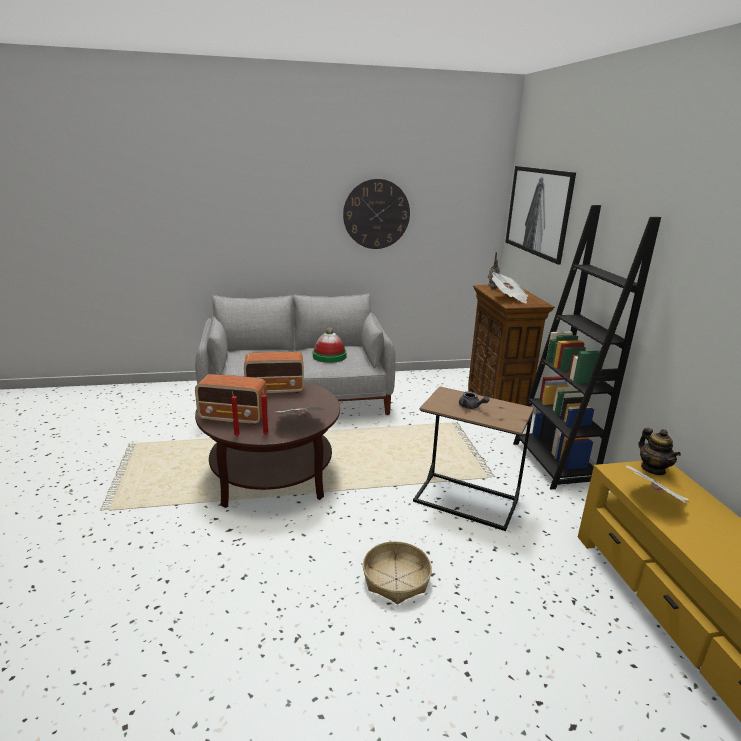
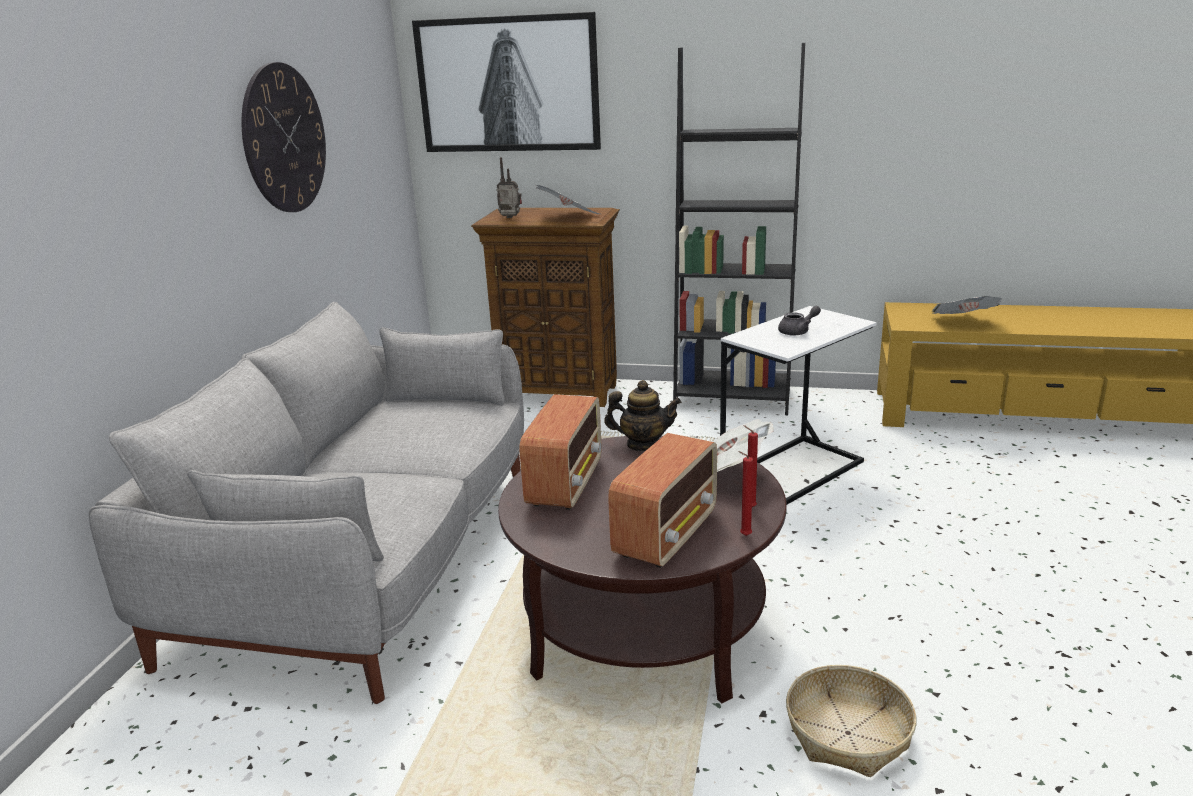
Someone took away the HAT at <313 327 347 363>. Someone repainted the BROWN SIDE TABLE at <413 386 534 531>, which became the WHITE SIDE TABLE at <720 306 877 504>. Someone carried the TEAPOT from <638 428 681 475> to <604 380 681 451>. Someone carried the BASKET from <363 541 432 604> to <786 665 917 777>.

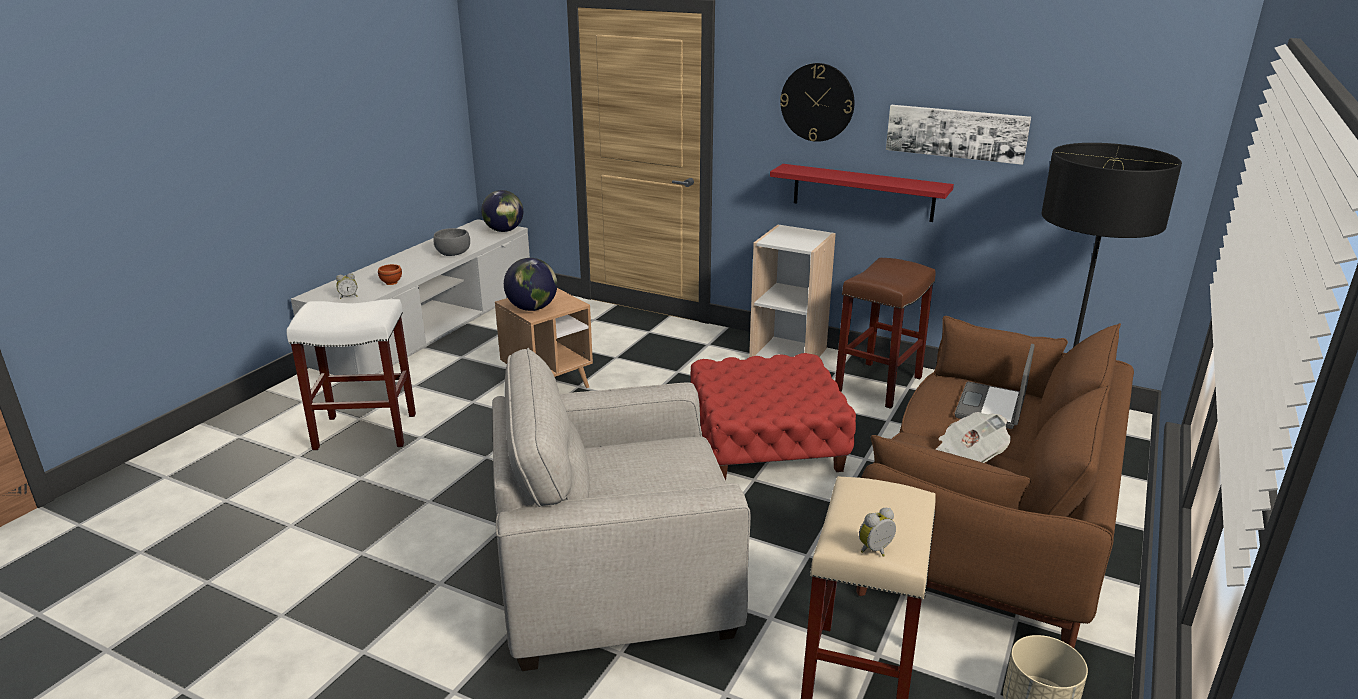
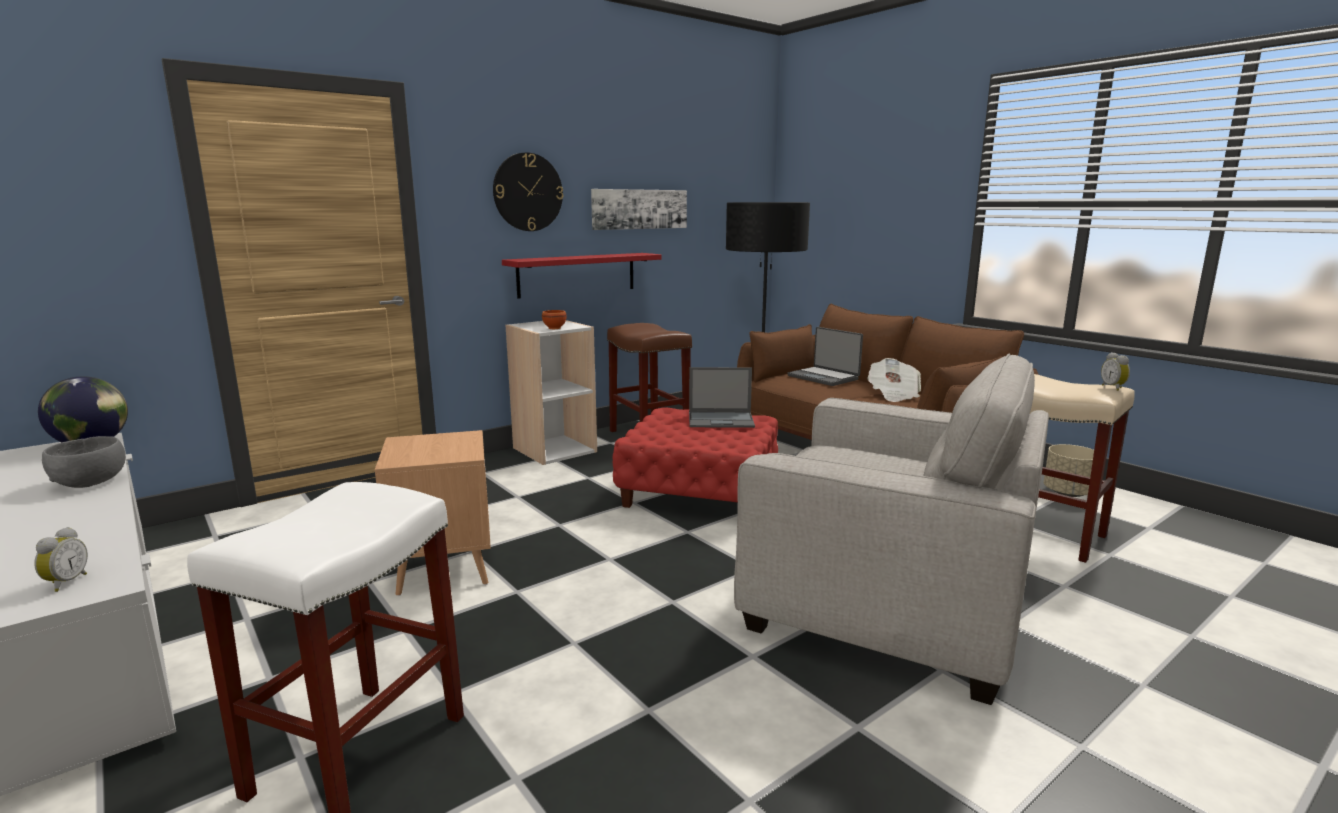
Someone took away the GLOBE at <504 258 557 311>. Someone carried the BROWN BOWL from <378 264 402 285> to <542 310 567 329>. Someone rotated the GREY ARMCHAIR at <492 348 751 671> by 75 degrees counterclockwise. Someone put down the LAPTOP at <689 367 755 428>.

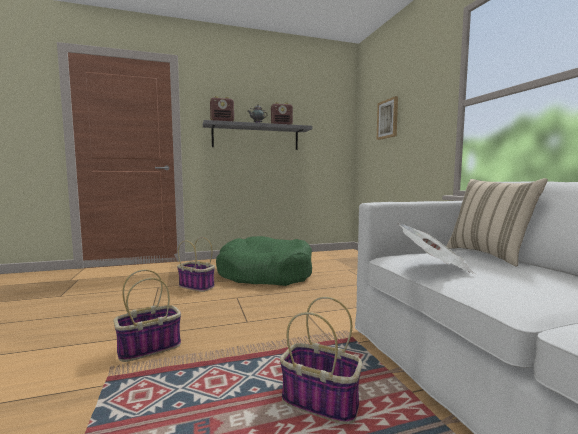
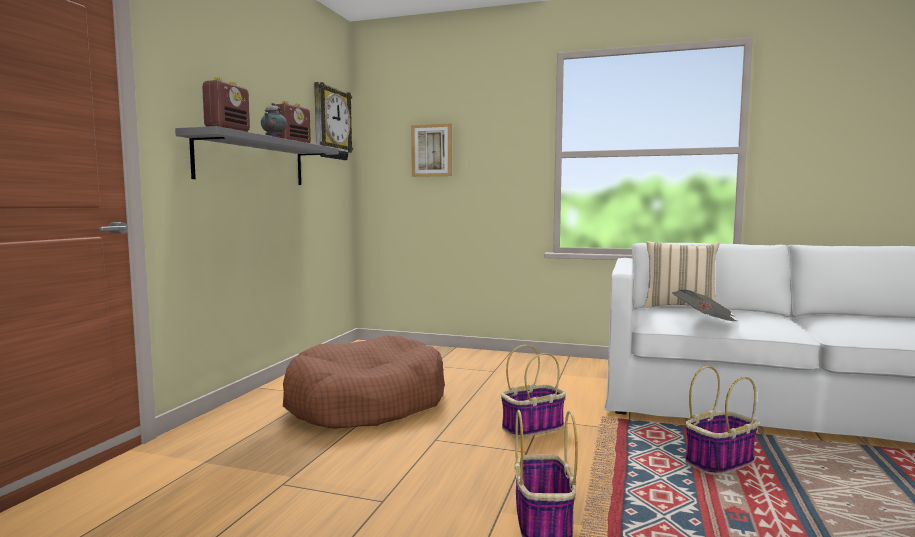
Someone repainted the GREEN DOG BED at <216 236 312 286>, which became the BROWN DOG BED at <283 335 445 429>. Someone carried the BASKET from <177 237 215 292> to <501 345 566 438>. Someone put up the WALL CLOCK at <314 82 353 160>.

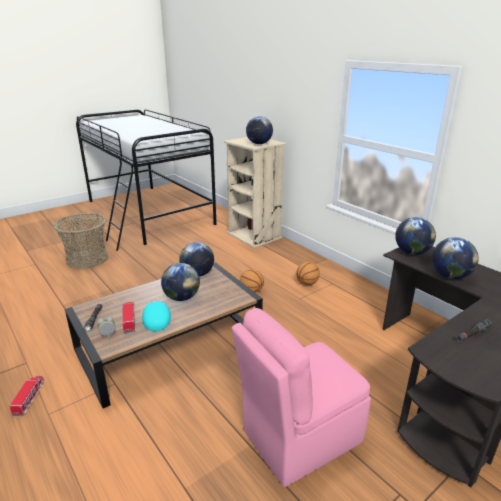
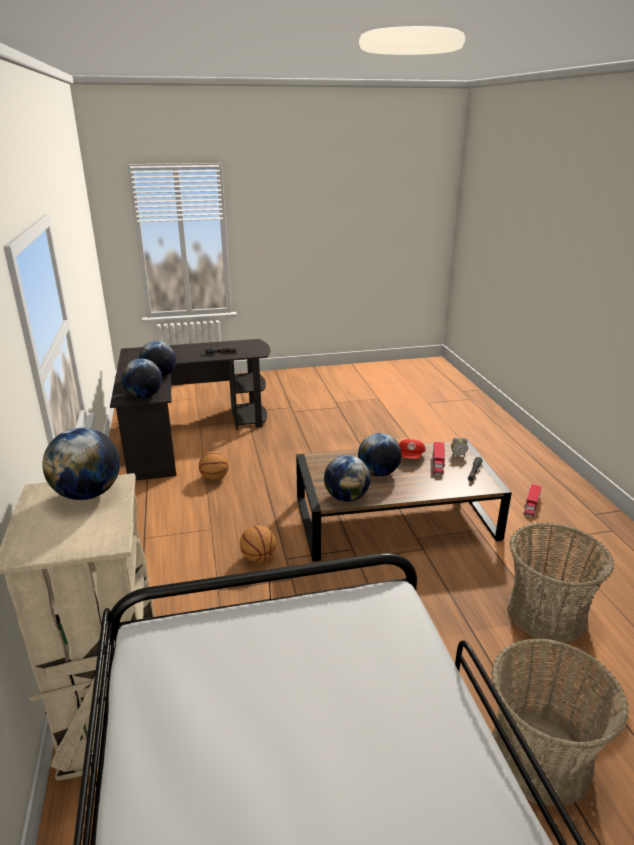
Someone carried the BASKETBALL from <296 262 320 285> to <199 451 229 481>. Someone repainted the TURQUOISE CAP at <142 300 171 331>, which became the RED CAP at <399 439 426 459>. Someone took away the PINK CHAIR at <232 308 371 487>. Someone put down the BASKET at <507 522 614 643>.

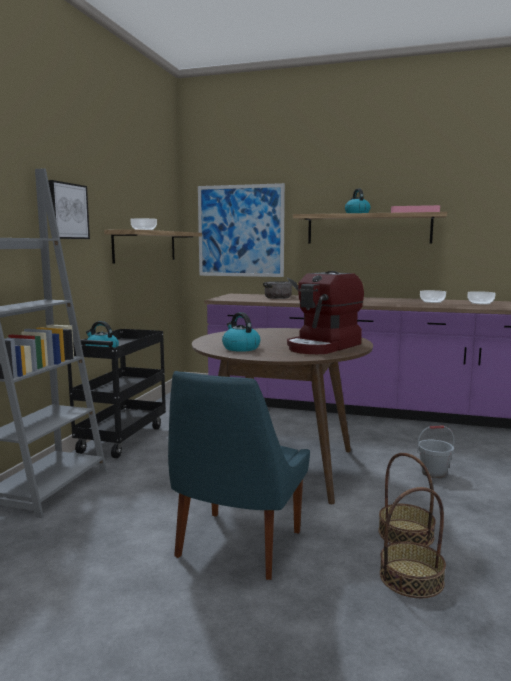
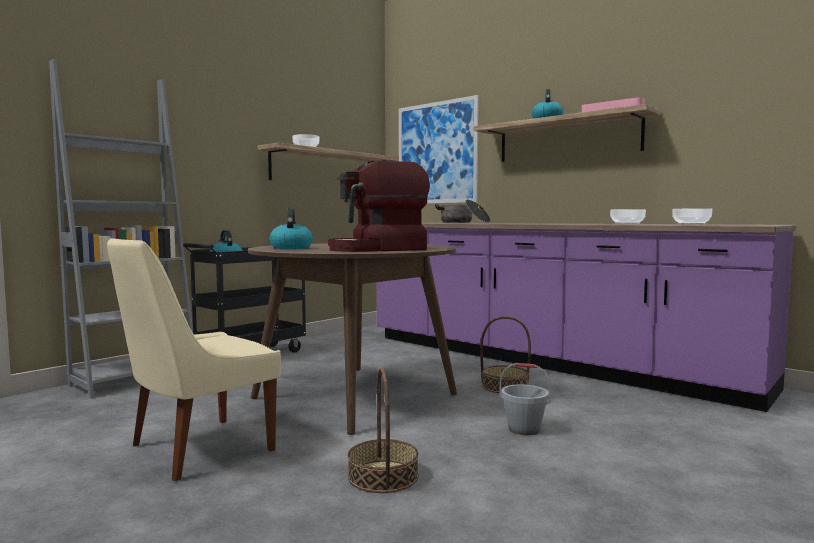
Someone took away the PICTURE at <48 180 90 239>. Someone repainted the BLUE CHAIR at <168 371 310 580>, which became the BEIGE CHAIR at <107 238 281 481>. Someone carried the BASKET from <380 487 446 598> to <480 316 531 393>.

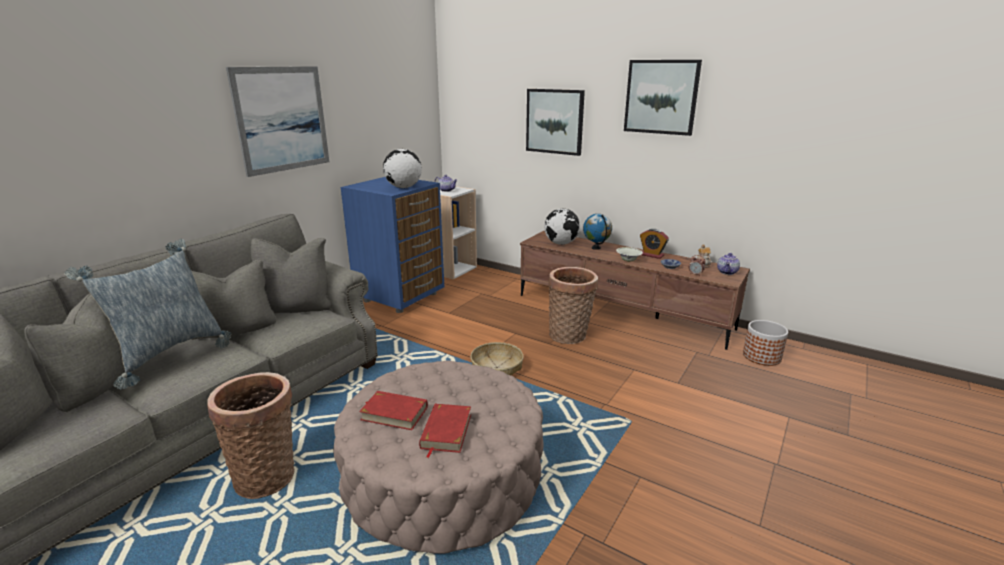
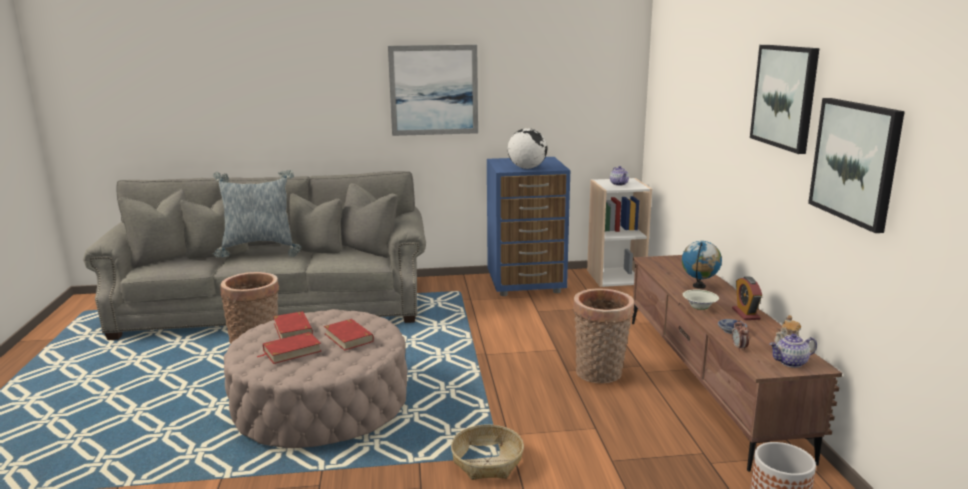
Someone carried the PICTURE from <526 89 585 156> to <808 98 905 233>. Someone took away the GLOBE at <544 209 580 245>. Someone carried the BASKET from <470 342 523 376> to <451 424 524 480>. Someone put down the RED BOOK at <324 319 374 351>.

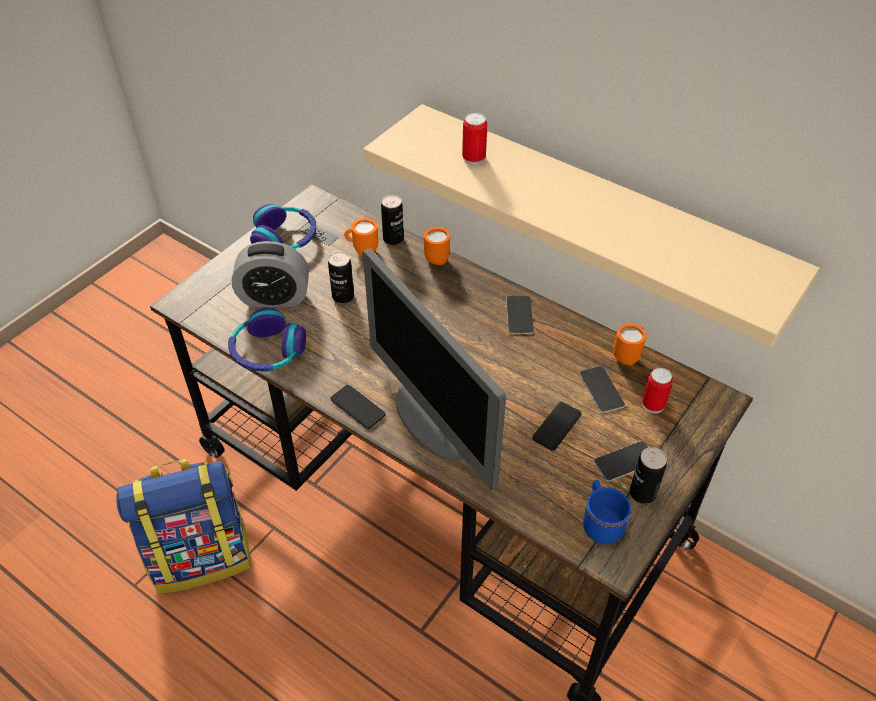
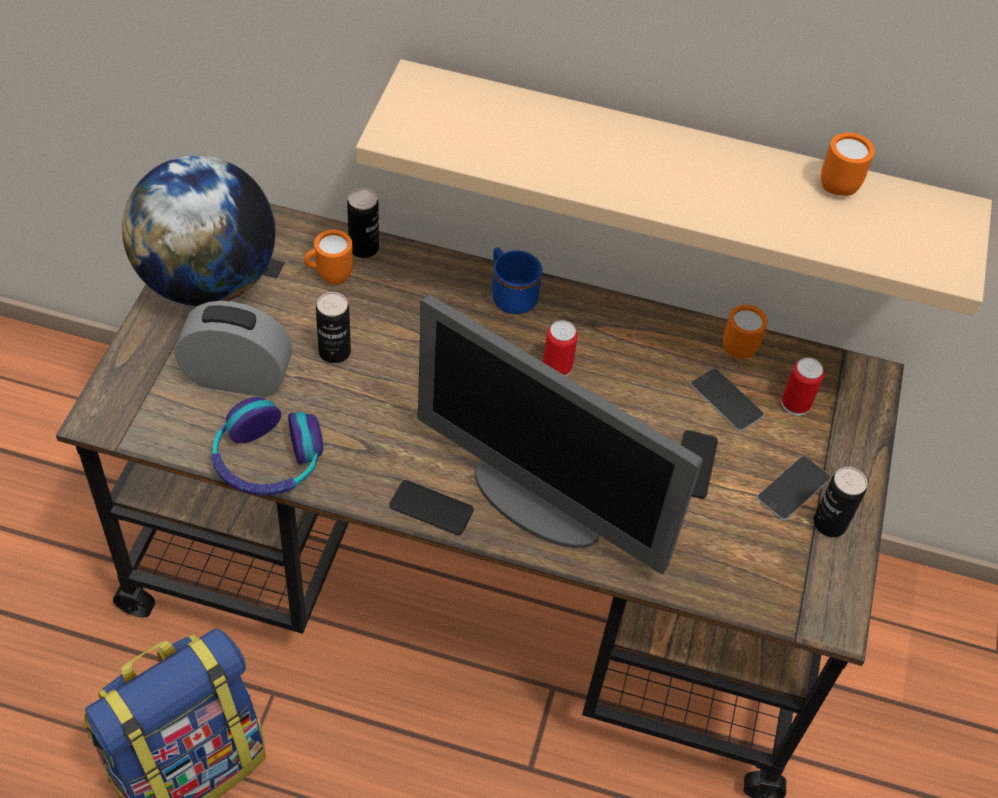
Someone carried the CAN from <462 113 487 165> to <543 320 578 376>. Someone swapped the HEADPHONES at <250 204 316 249> for the GLOBE at <122 155 275 306>. Someone carried the ORANGE MUG from <424 227 450 265> to <821 132 875 196>. Someone rotated the ALARM CLOCK at <232 241 309 307> by 150 degrees counterclockwise. Someone took away the PHONE at <506 296 534 334>. Someone carried the BLUE MUG from <583 480 631 544> to <492 247 542 314>.

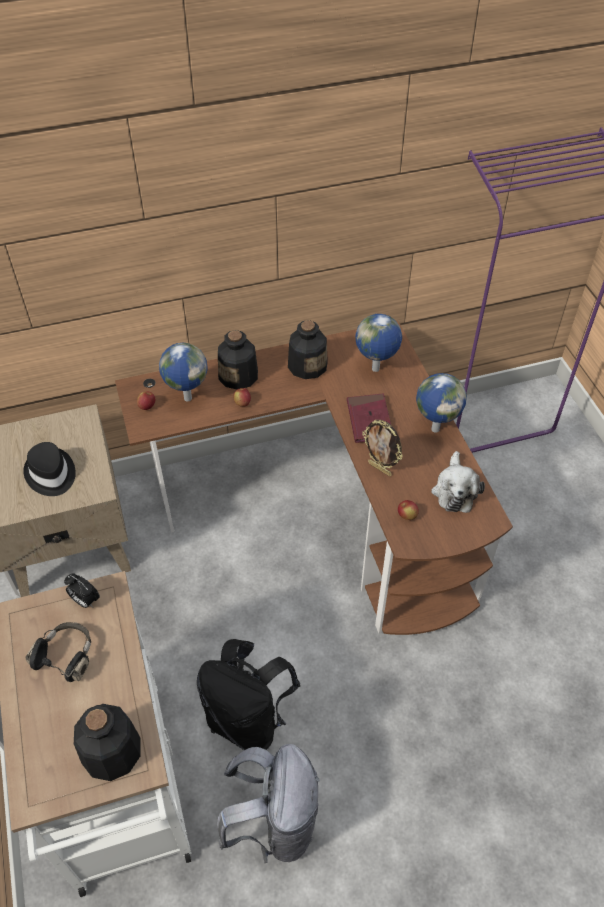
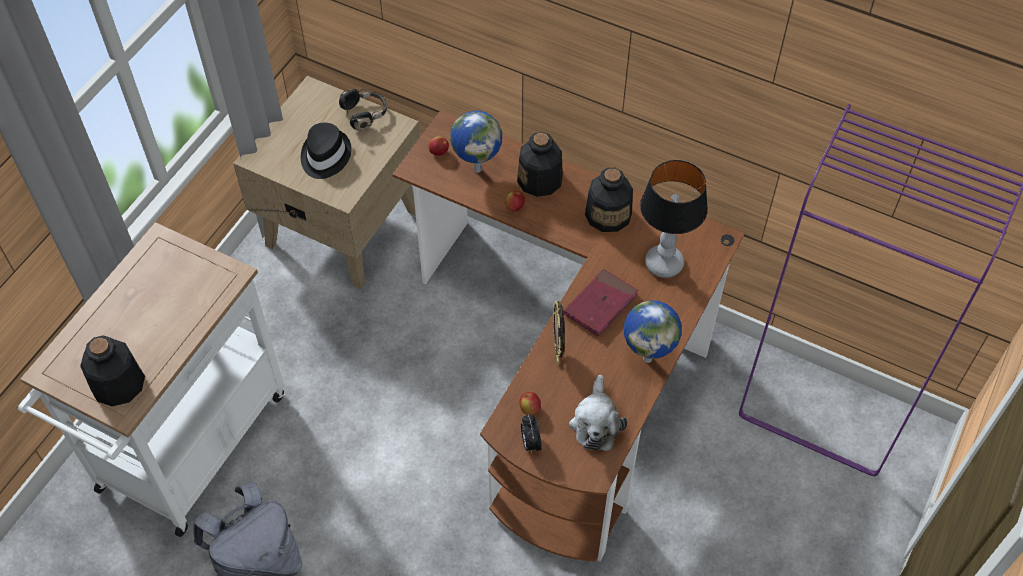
Someone swapped the GLOBE at <355 314 402 372> for the TABLE LAMP at <640 160 708 278>. Someone rotated the PLUSH TOY at <431 451 485 513> by 45 degrees counterclockwise. Someone carried the ALARM CLOCK from <64 573 100 608> to <521 415 542 454>. Someone carried the BLACK HEADPHONES from <25 622 91 682> to <339 89 387 131>. Someone took away the BLACK BACKPACK at <197 639 300 750>.

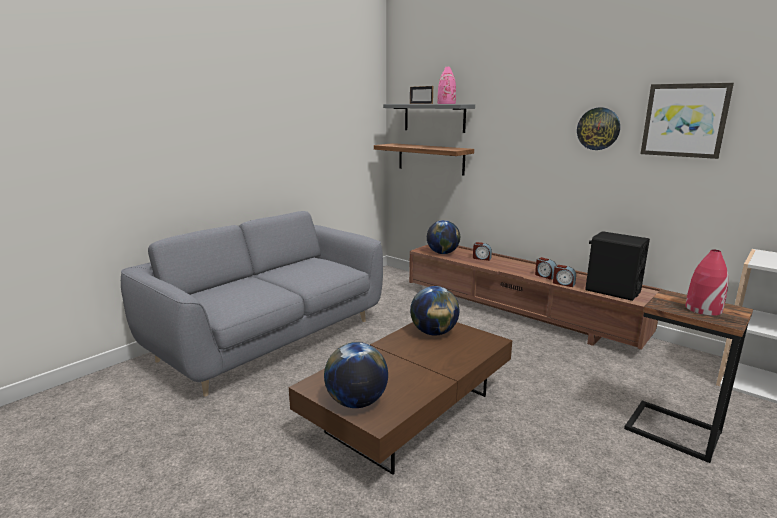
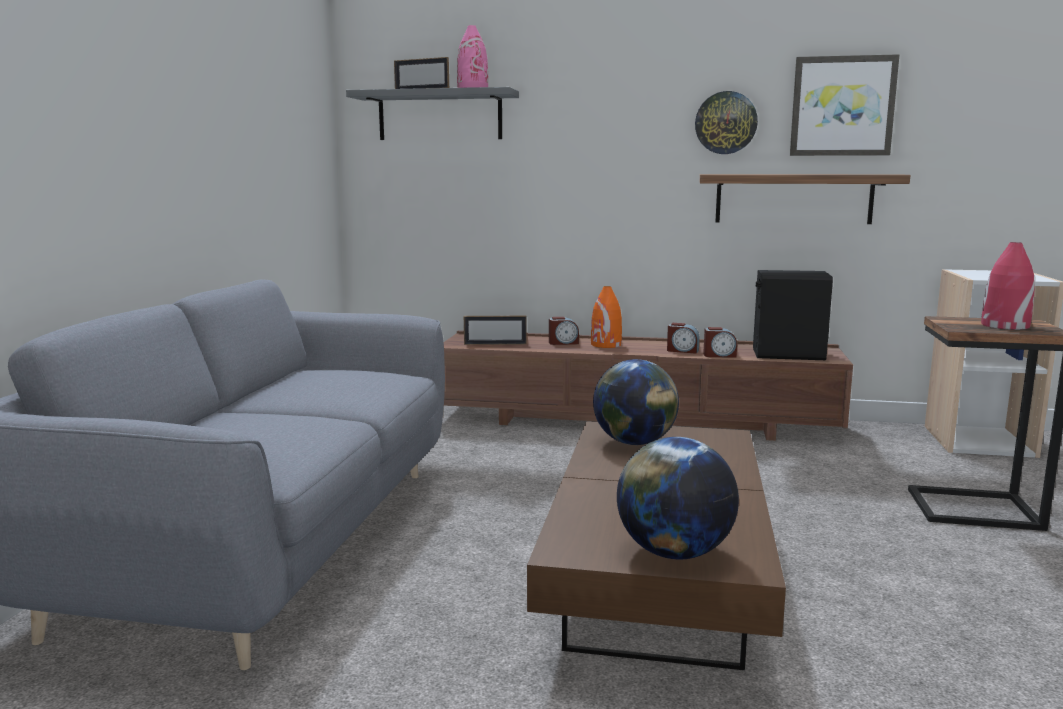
Someone carried the SHELF from <374 143 474 175> to <699 174 910 224>. Someone swapped the GLOBE at <427 220 460 254> for the PICTURE FRAME at <464 316 527 345>. Someone put down the ORANGE VASE at <591 286 622 348>.

